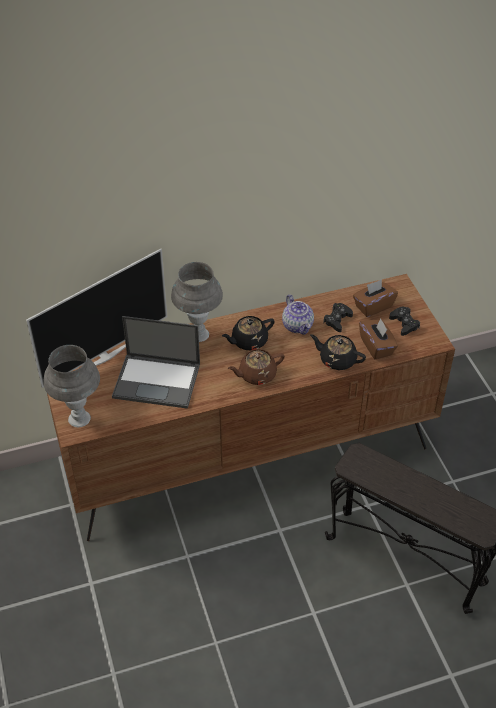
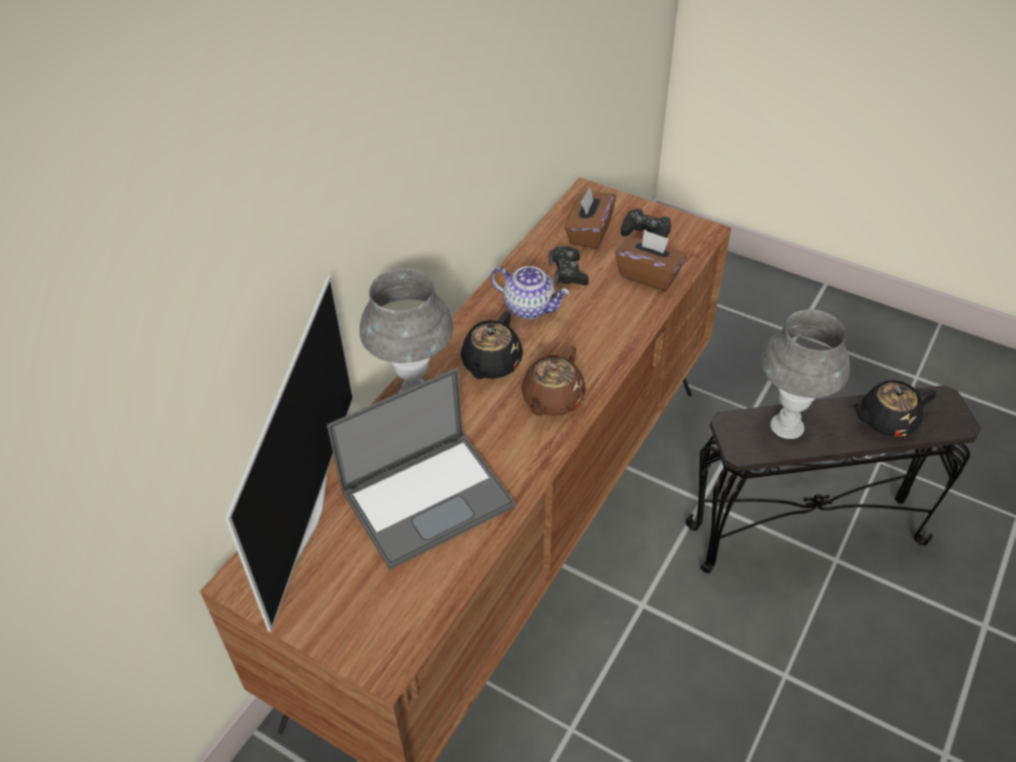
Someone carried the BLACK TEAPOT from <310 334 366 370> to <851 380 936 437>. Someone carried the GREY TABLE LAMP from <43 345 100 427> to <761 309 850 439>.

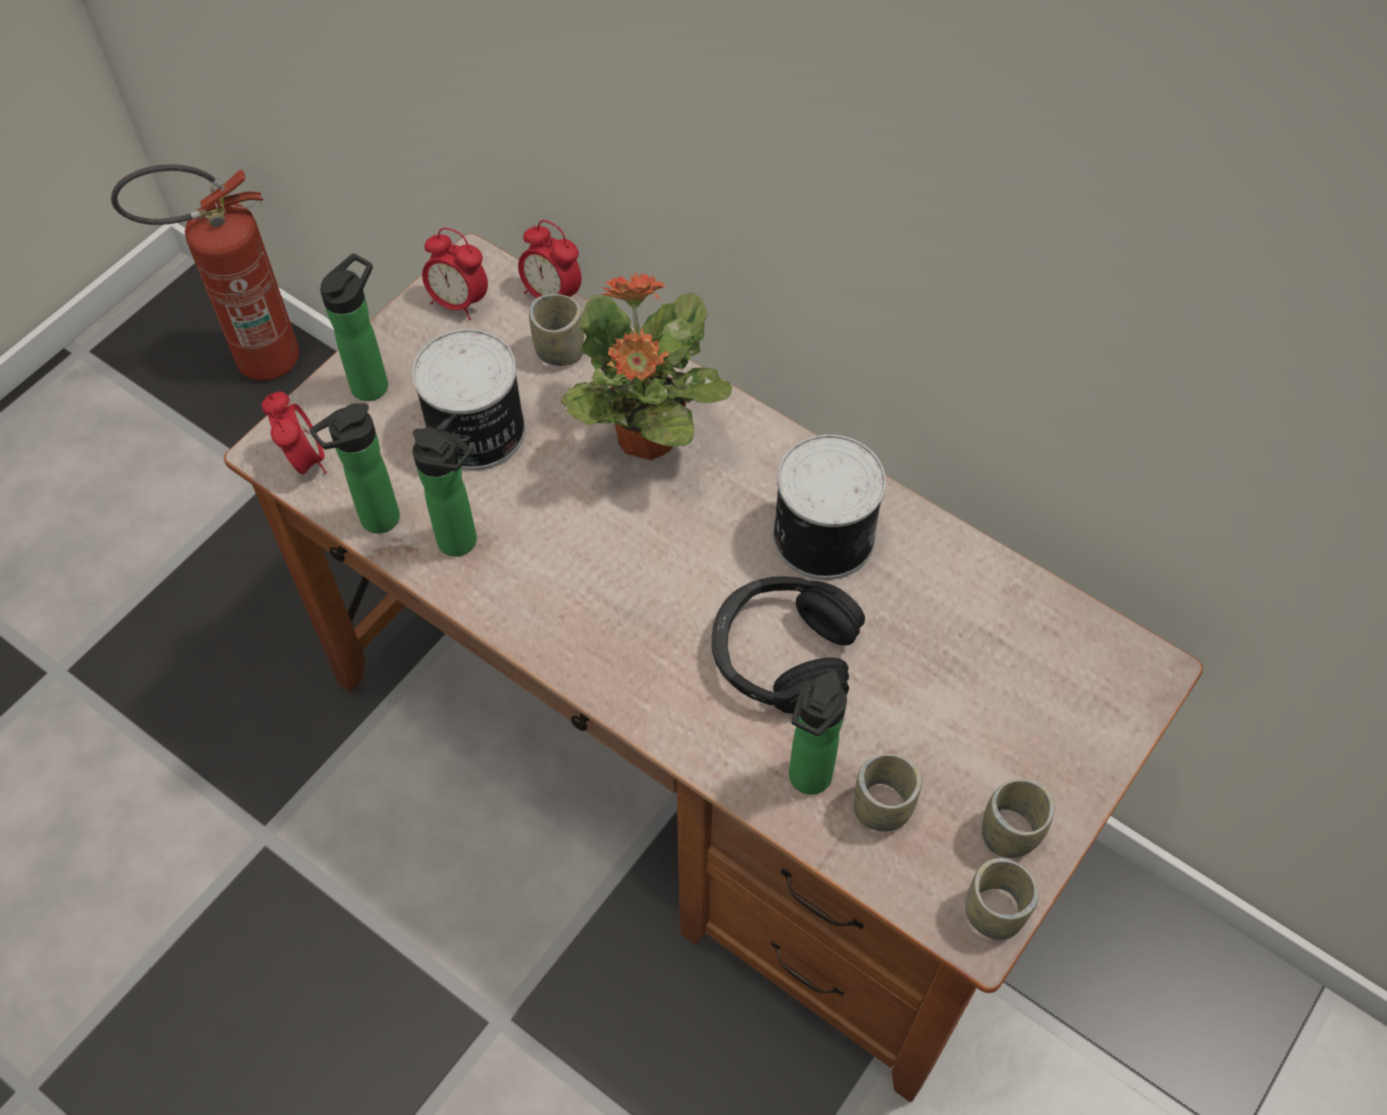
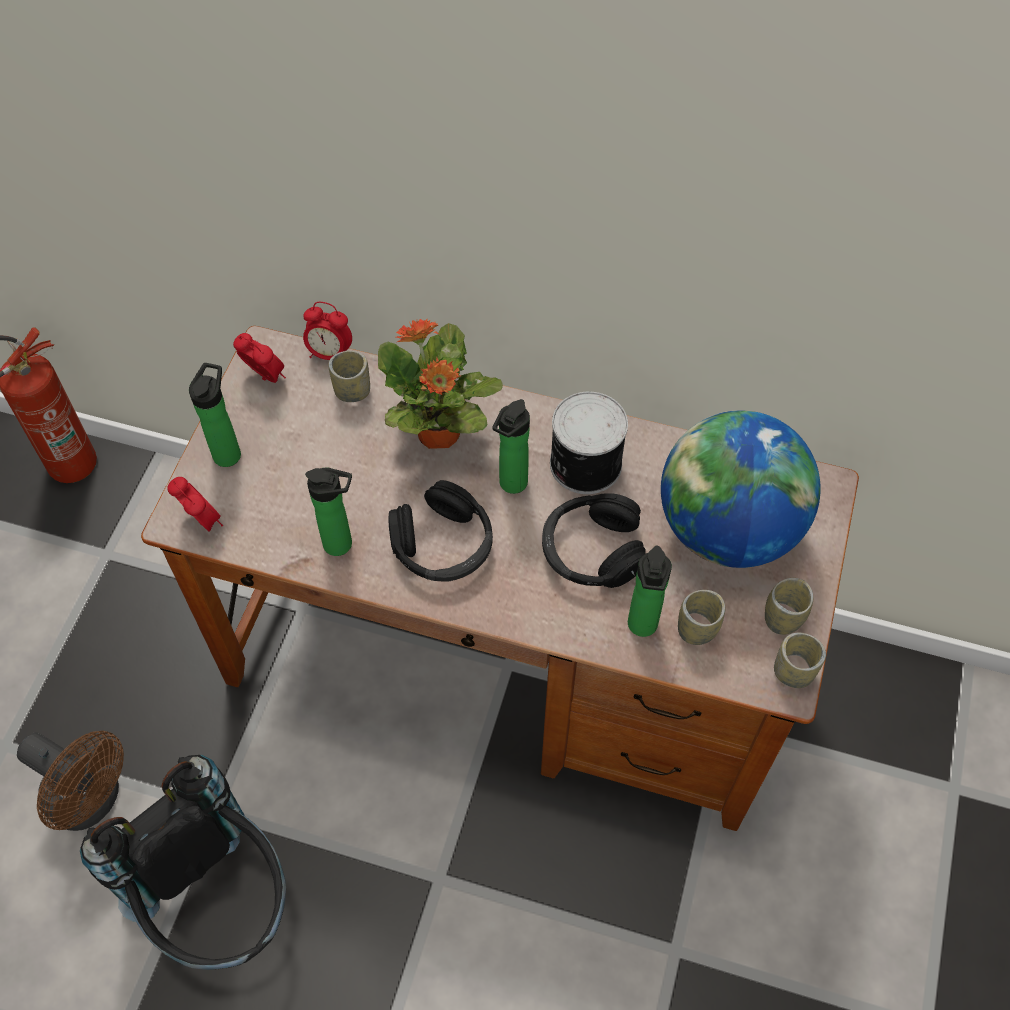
Someone rotated the ALARM CLOCK at <422 228 488 320> by 150 degrees counterclockwise. Someone took away the CAN at <412 329 525 471>. Someone carried the BOTTLE from <309 403 400 534> to <492 399 530 494>. Someone put down the GLOBE at <661 410 821 568>. Someone put down the BLACK HEADPHONES at <389 480 493 582>. Someone put down the BROWN FAN at <17 731 124 831>. Someone put down the BLACK BACKPACK at <80 755 286 970>.

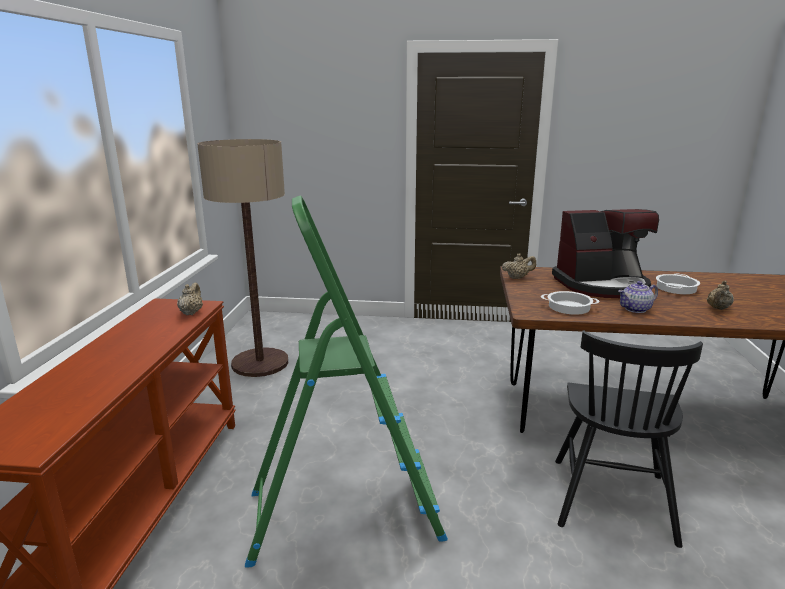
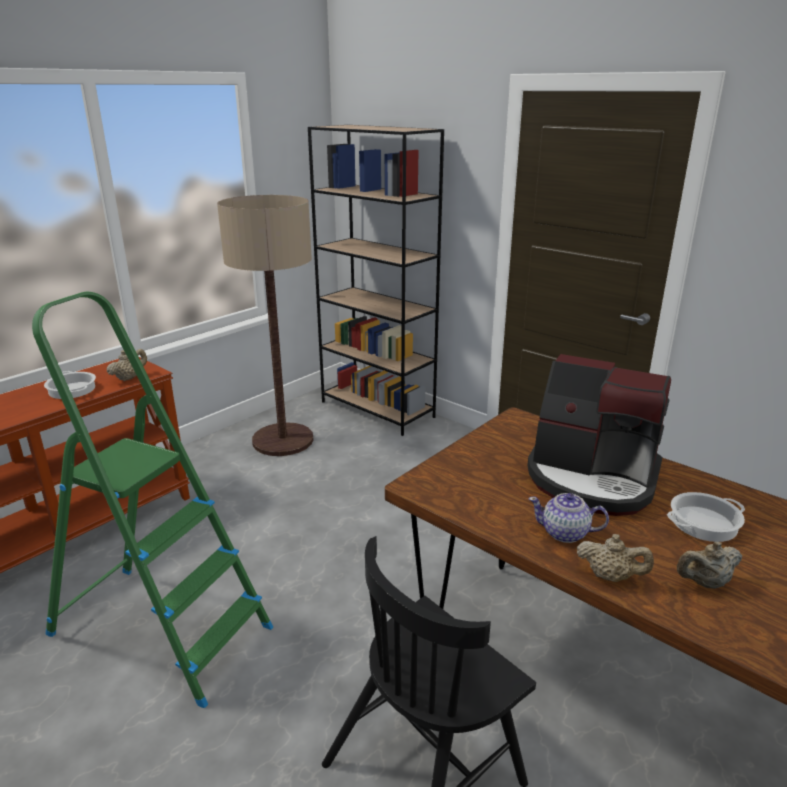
Someone carried the BEIGE TEAPOT from <502 253 536 279> to <577 534 654 582>. Someone carried the COOKING POT from <541 291 599 315> to <44 371 96 399>. Someone put down the BEIGE BOOKCASE at <308 125 444 436>.

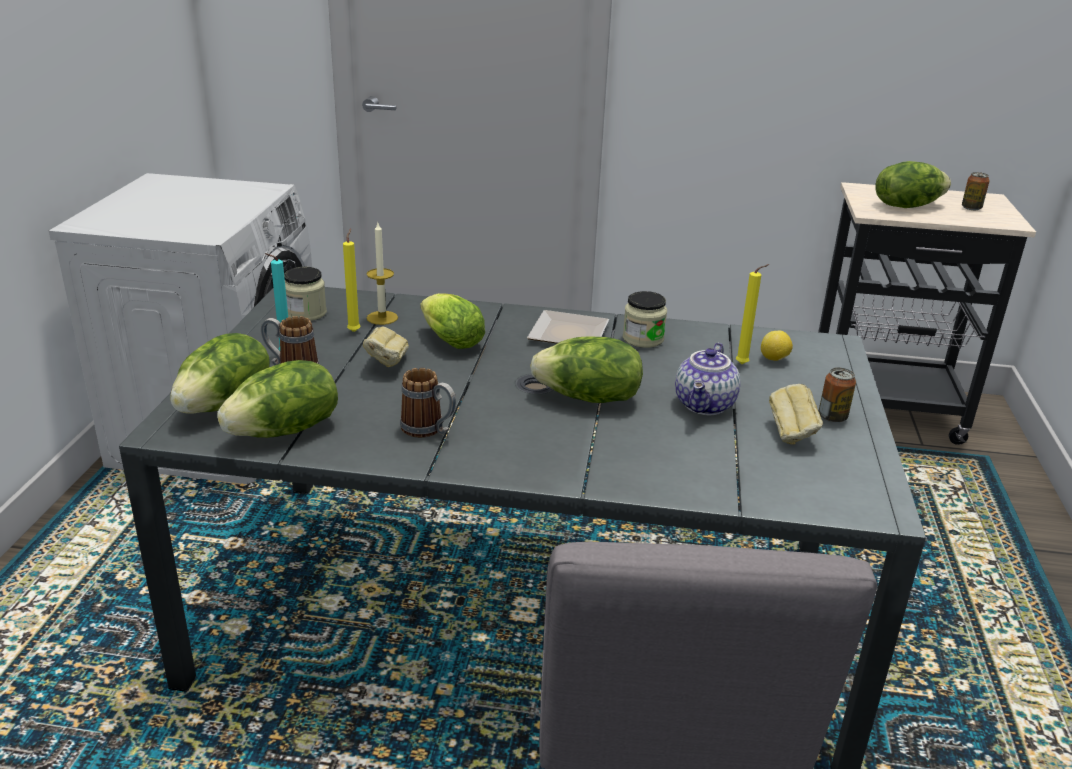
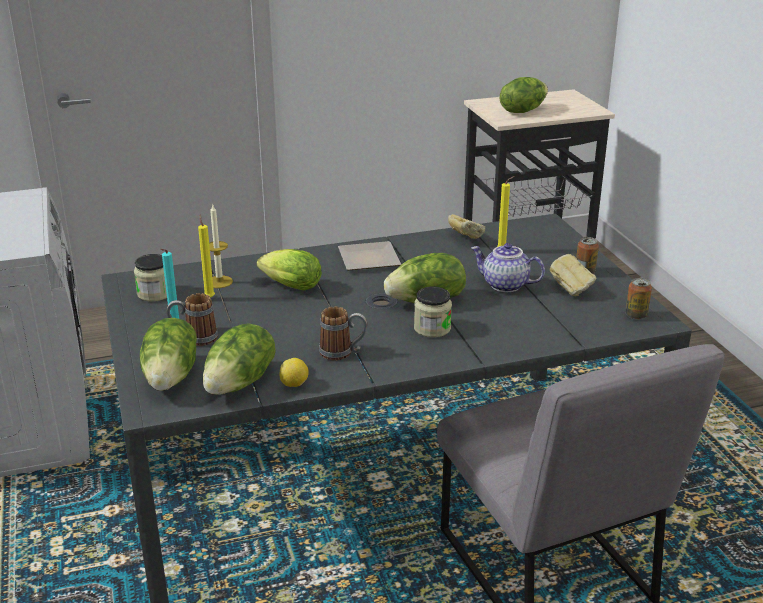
Someone carried the CAN from <962 172 989 210> to <625 278 652 320>. Someone carried the JAR from <623 291 667 348> to <414 287 452 338>. Someone carried the BREAD from <363 327 409 367> to <448 214 485 239>. Someone carried the LEMON from <761 330 793 361> to <280 358 309 387>. Someone rotated the TEAPOT at <675 342 740 415> by 120 degrees clockwise.

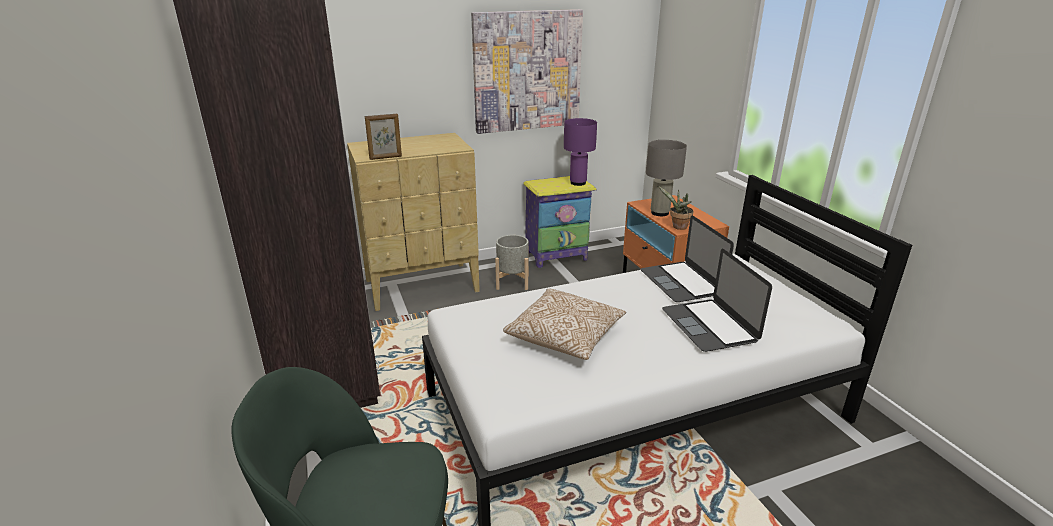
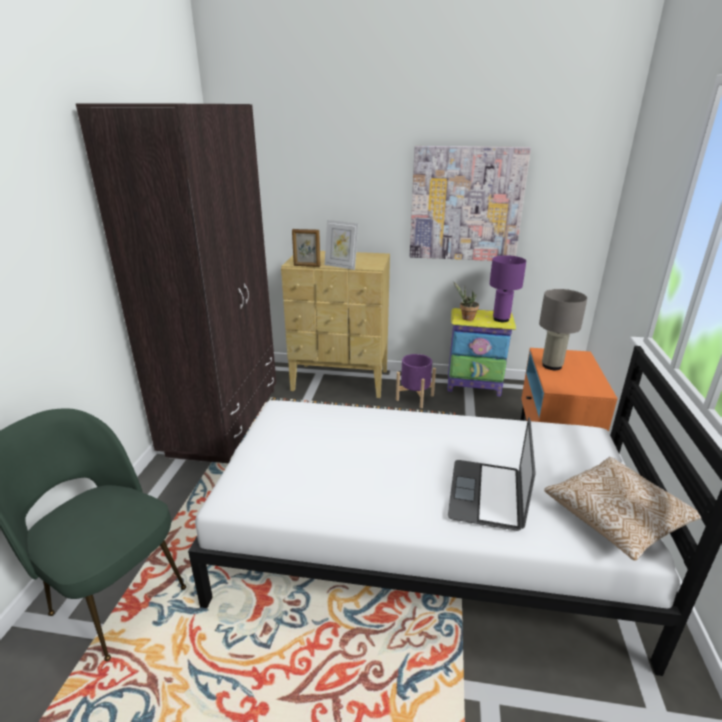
Someone carried the POTTED PLANT from <658 186 694 230> to <453 281 479 321>. Someone took away the LAPTOP at <641 216 734 302>. Someone repainted the GREY PLANTER at <495 235 529 290>, which became the PURPLE PLANTER at <396 354 436 408>. Someone carried the PILLOW from <503 289 626 360> to <544 457 701 561>. Someone put down the PICTURE FRAME at <325 220 358 270>.

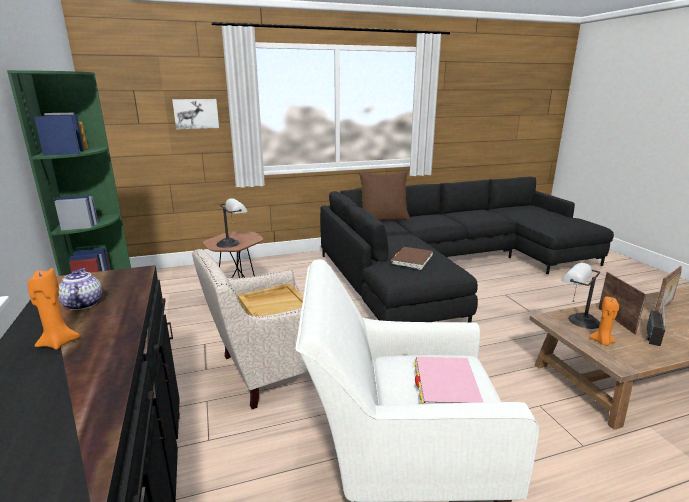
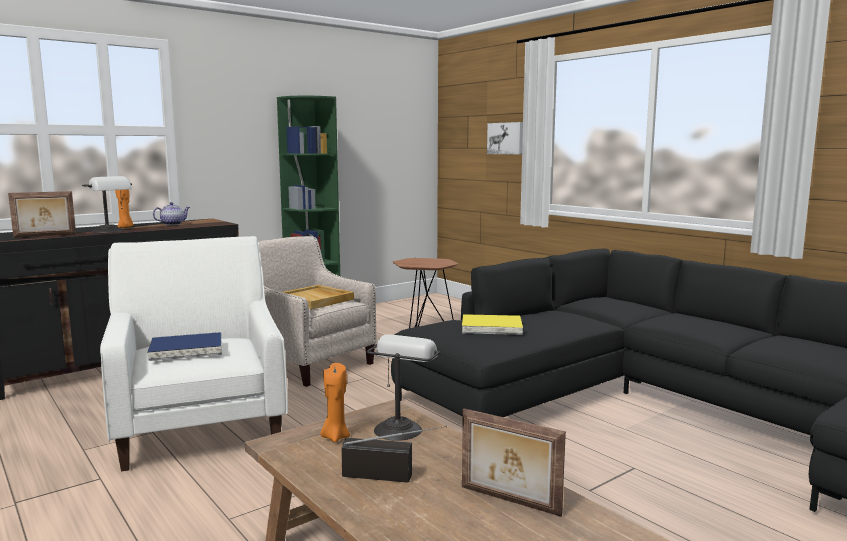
Someone took away the BROWN PILLOW at <359 171 410 221>. Someone carried the TABLE LAMP from <216 198 248 248> to <82 176 132 233>. Someone repainted the BROWN BOOK at <391 247 433 270>, which became the YELLOW BOOK at <462 314 523 335>. Someone carried the PICTURE FRAME from <598 272 647 334> to <8 191 76 238>. Someone repainted the PINK BOOK at <414 357 483 404>, which became the BLUE BOOK at <147 332 222 361>.

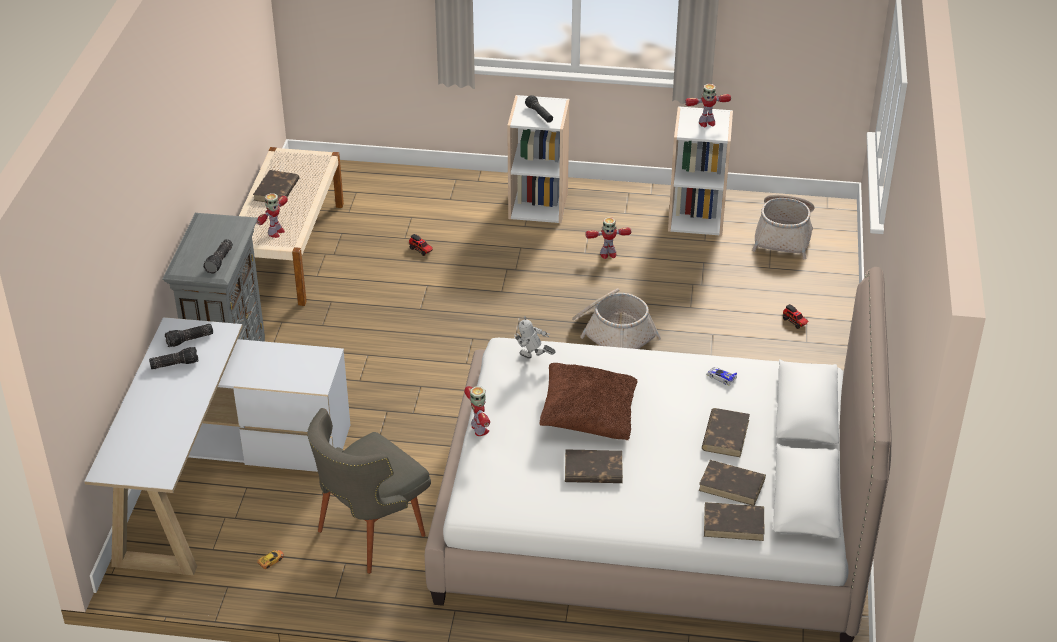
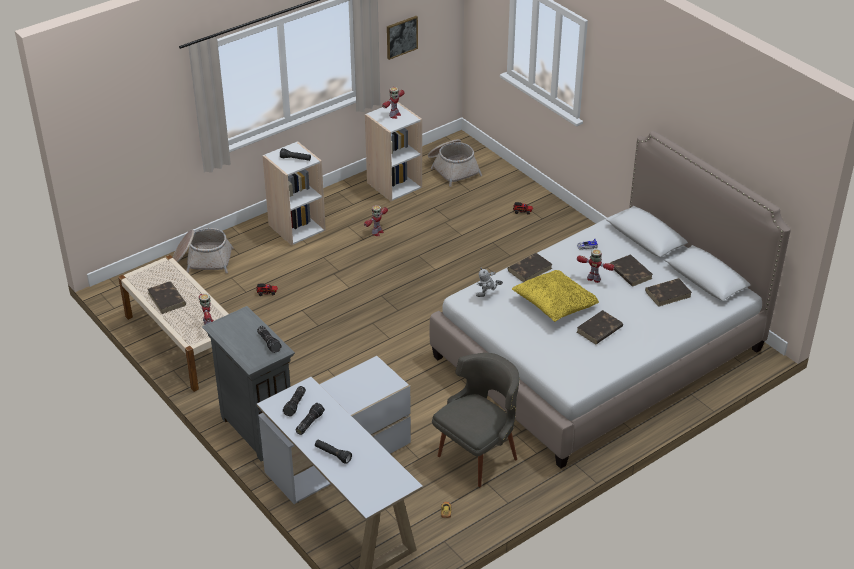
Someone carried the BASKET from <572 288 661 349> to <173 228 233 273>. Someone repainted the BROWN PILLOW at <539 363 637 440>, which became the YELLOW PILLOW at <512 270 599 322>. Someone carried the TOY ROBOT from <464 386 490 436> to <577 249 615 283>. Someone rotated the GREY CHAIR at <307 408 431 574> by 135 degrees counterclockwise. Someone carried the BROWN BOOK from <704 502 765 541> to <507 253 552 282>. Someone put up the PICTURE at <387 16 418 60>. Someone put down the BLACK FLASHLIGHT at <315 439 352 464>.

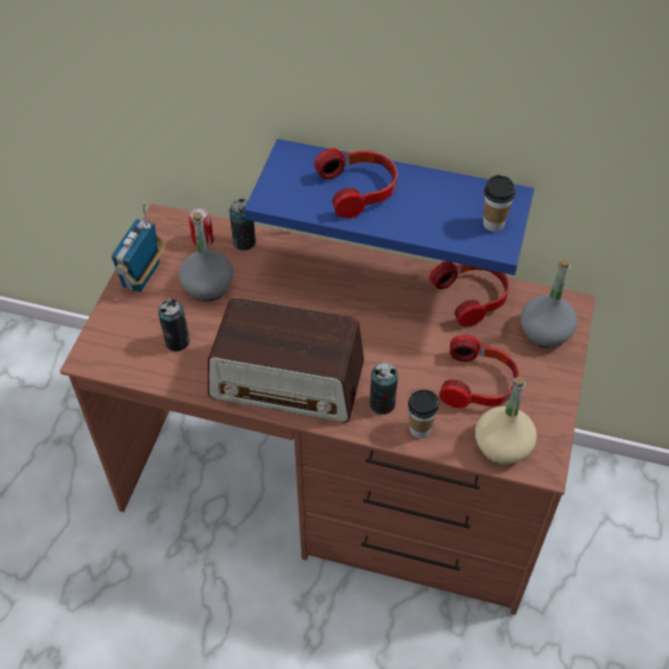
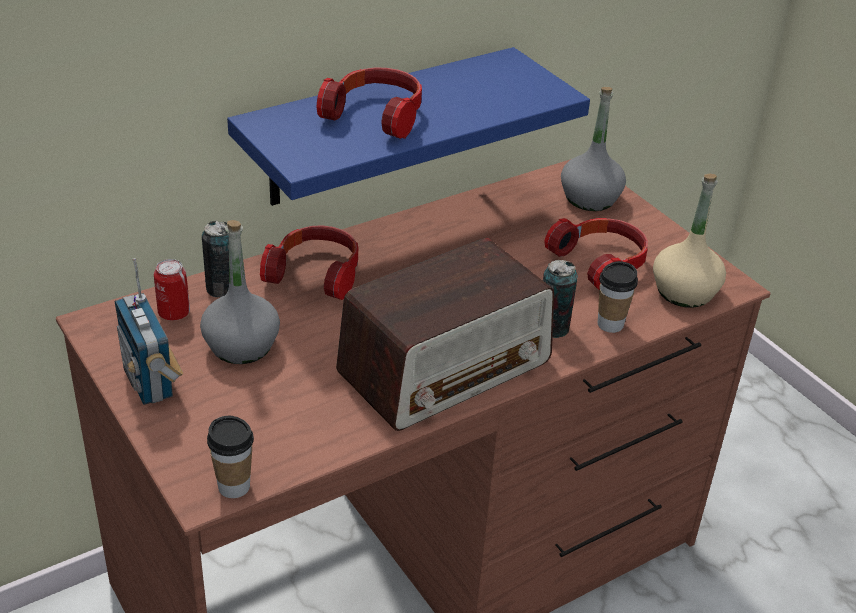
Someone carried the CUP from <483 175 515 232> to <207 416 254 498>. Someone carried the HEADPHONES from <429 261 510 327> to <260 225 358 300>. Someone took away the CAN at <158 299 190 351>.

